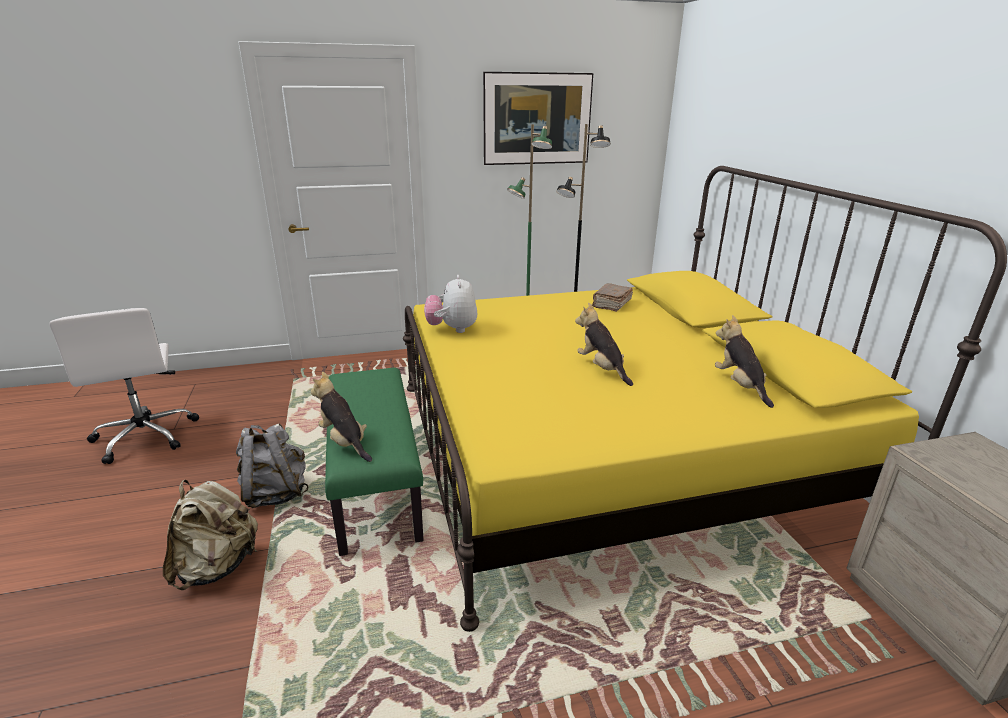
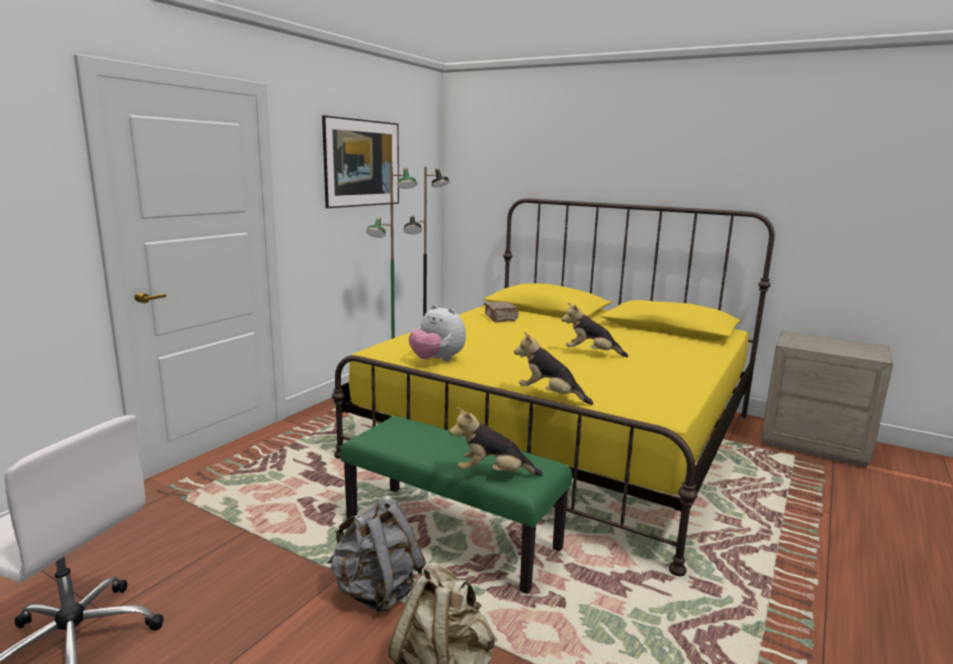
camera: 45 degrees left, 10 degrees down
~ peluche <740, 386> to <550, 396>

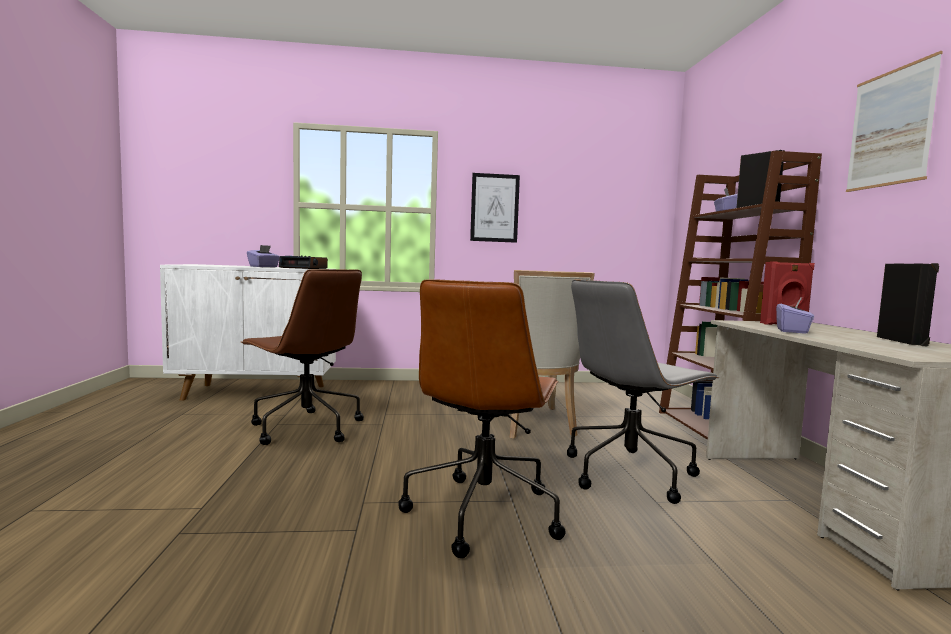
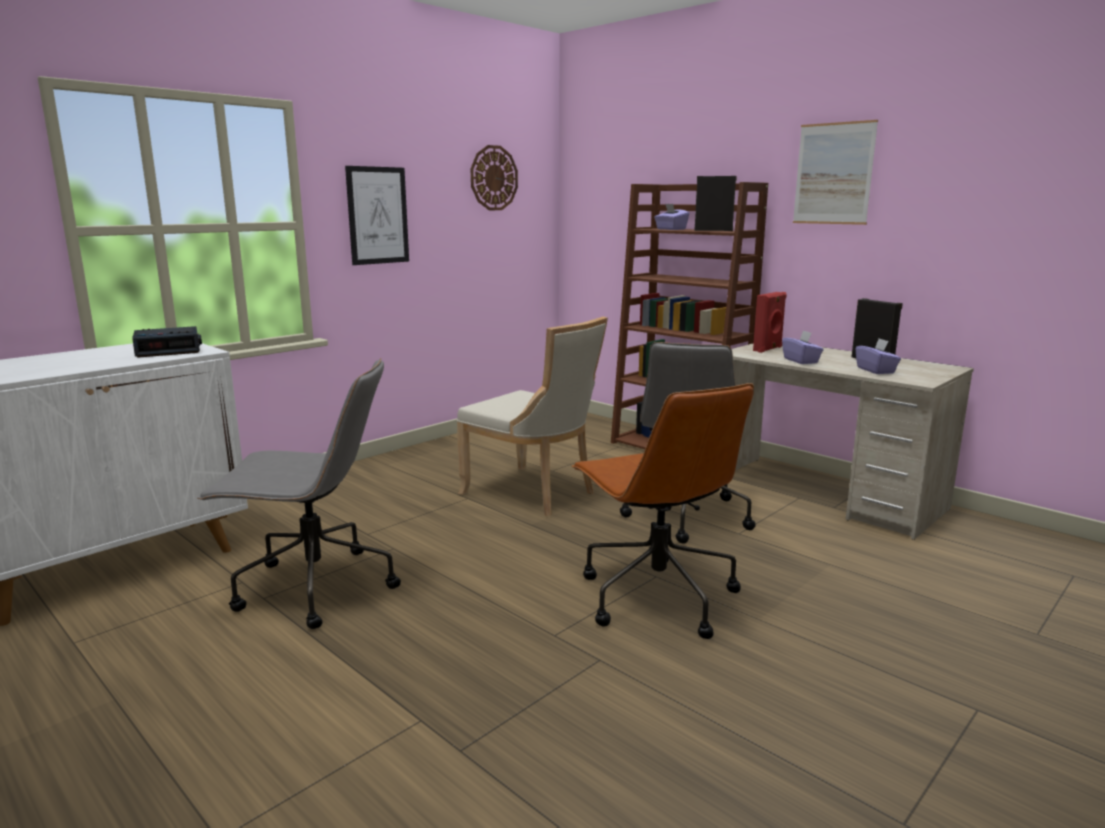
camera: 40 degrees left, 10 degrees up
~ silla de oficina (marrón) <305, 428> to silla de oficina (gris) <313, 588>
+ reloj de pared <493, 178>
~ caja de pañuelos (morado) <264, 267> to <876, 370>

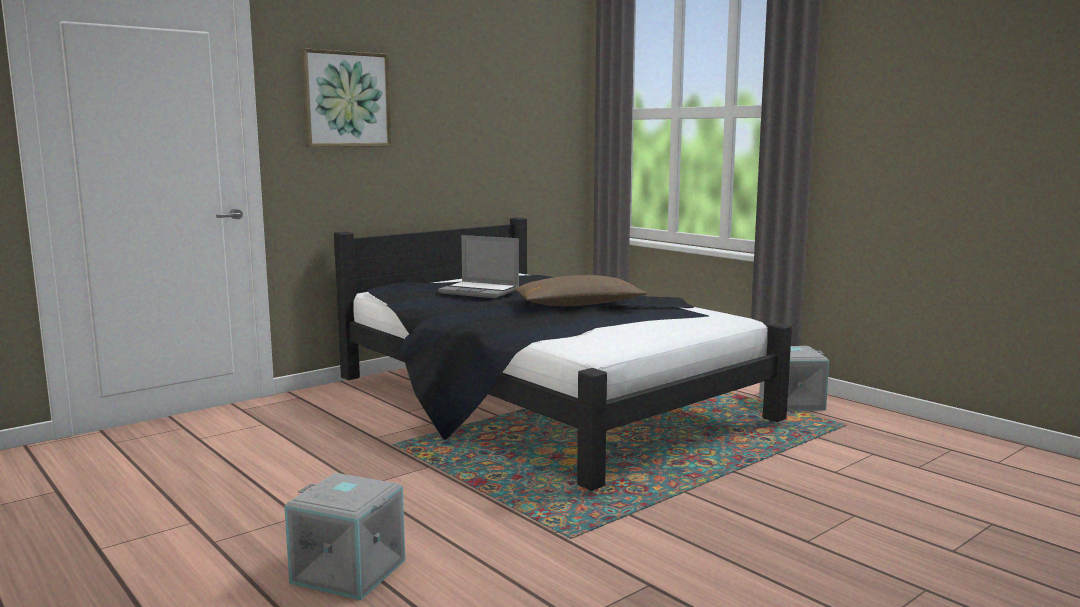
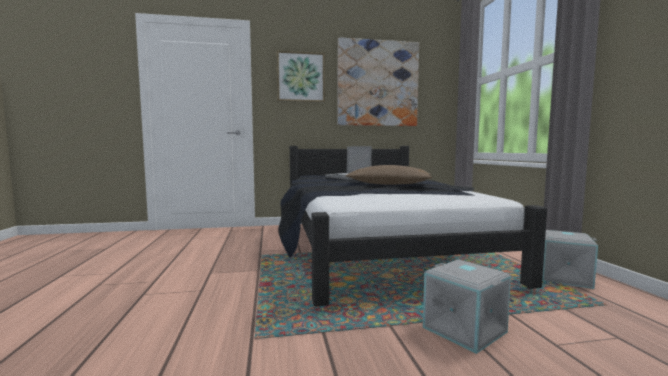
camera: 30 degrees right, 5 degrees down
+ cuadro <377, 83>
~ caja de almacenaje (gris) <350, 570> to <465, 329>

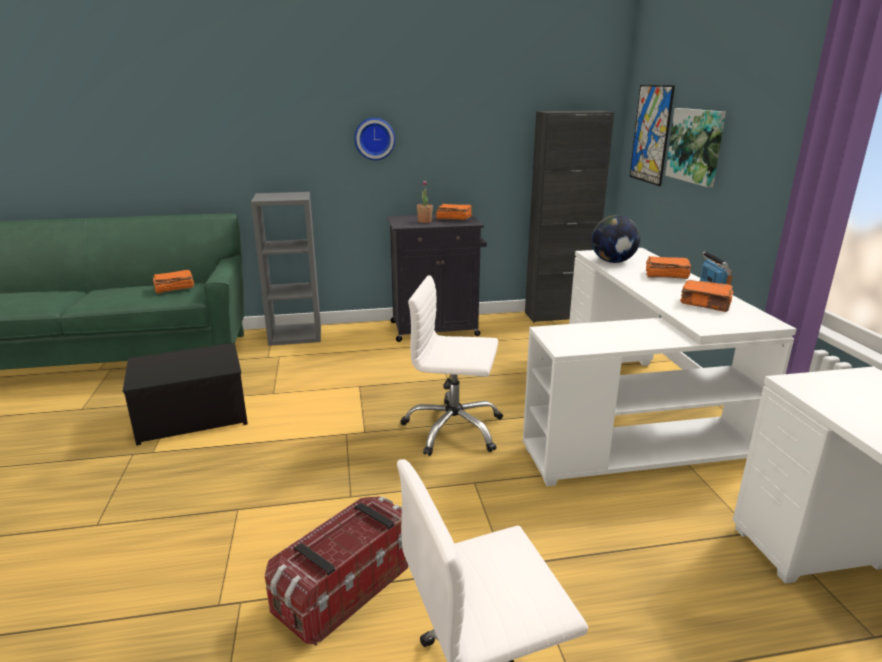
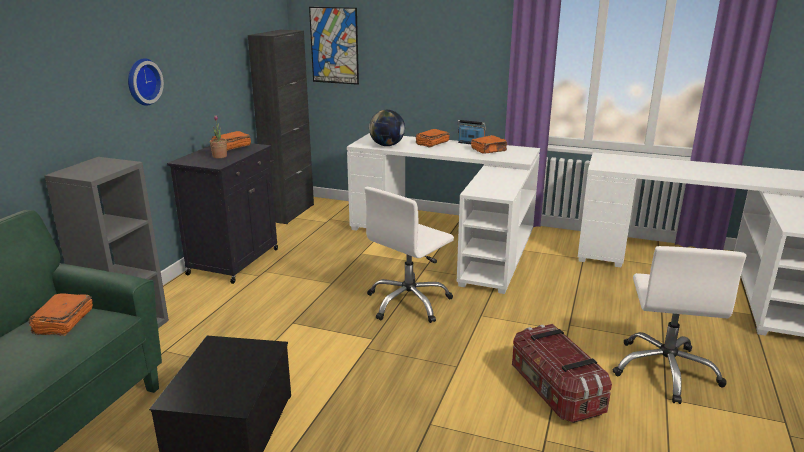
camera: 60 degrees left, 0 degrees up
- cuadro <696, 146>

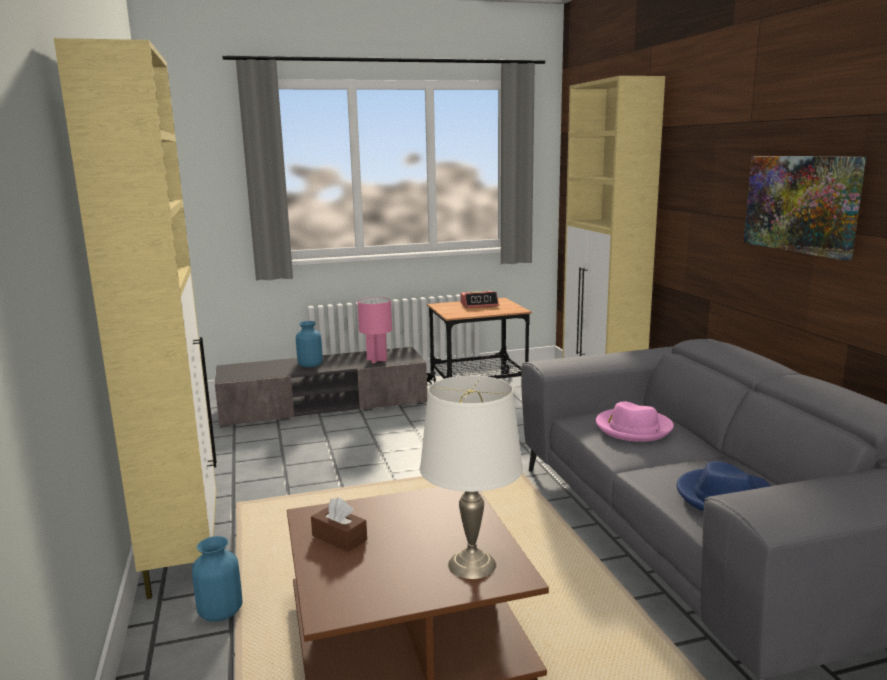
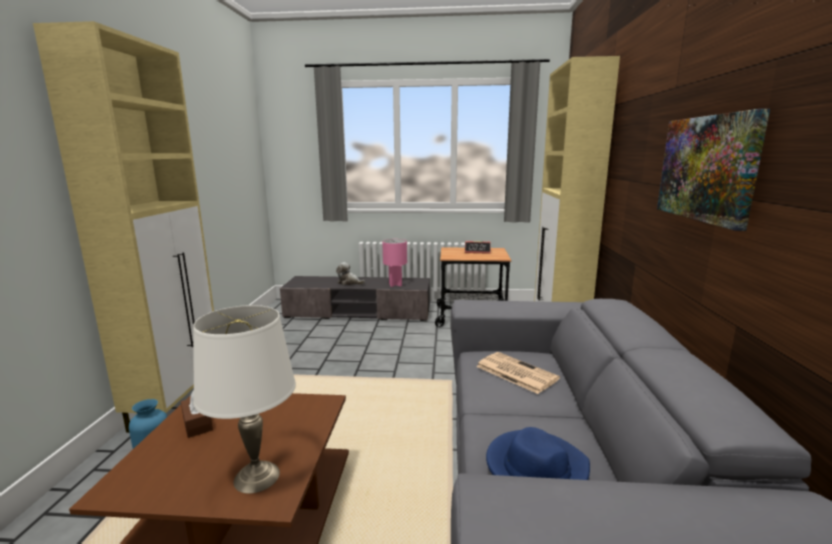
camera: 20 degrees right, 0 degrees up
~ florero (azul) <310, 365> to peluche <349, 282>
~ sombrero (rosa) <633, 428> to periódico <515, 372>

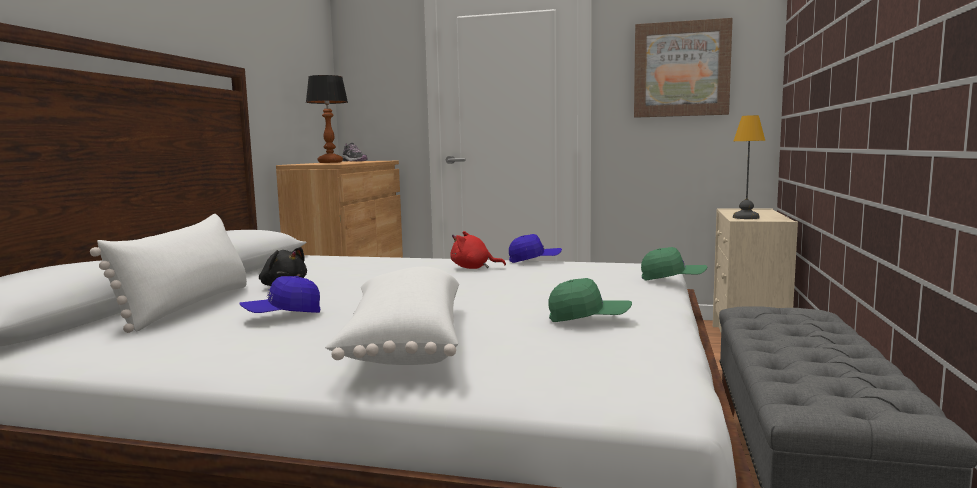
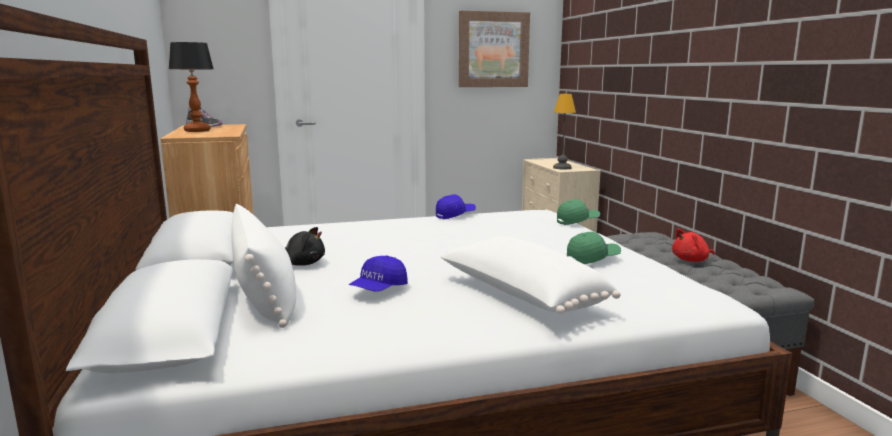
camera: 30 degrees left, 5 degrees up
~ peluche (rojo) <473, 268> to <691, 260>

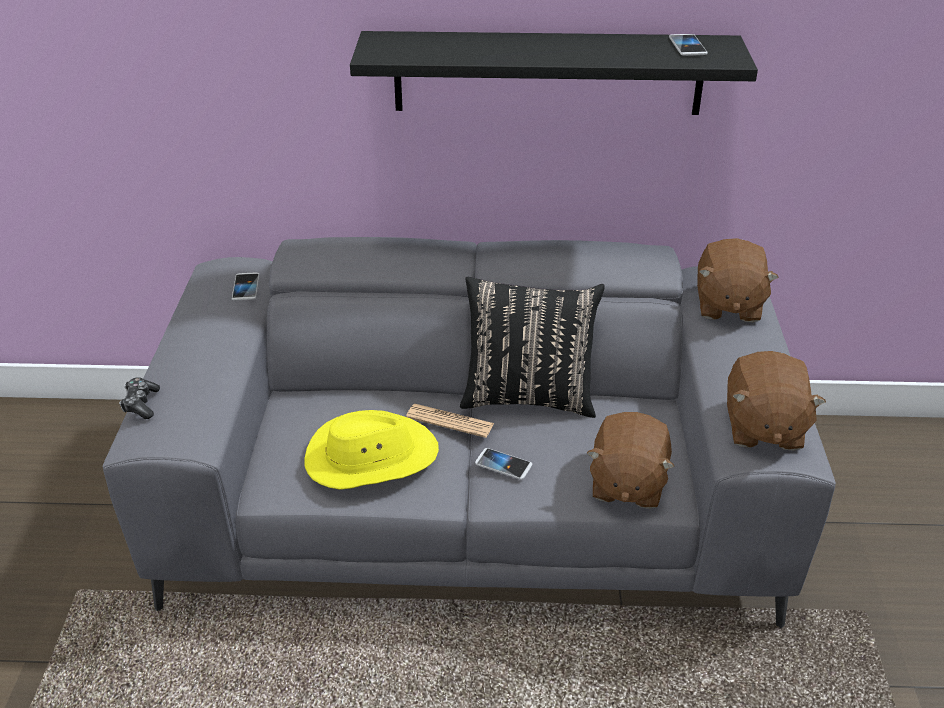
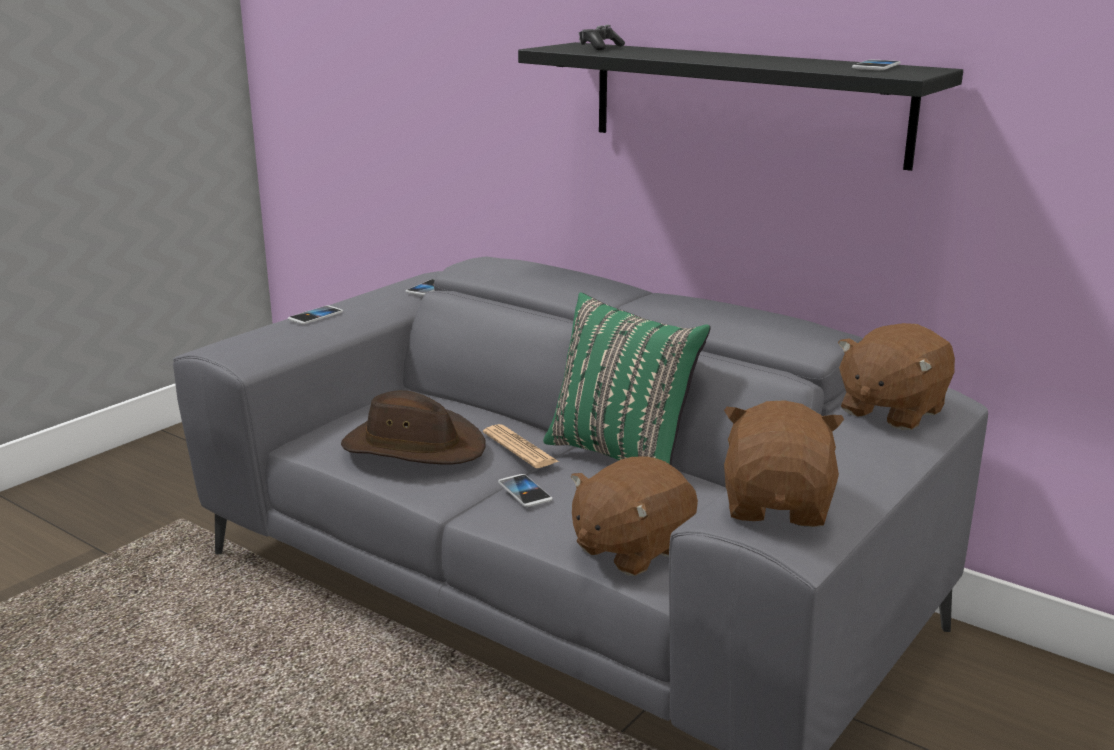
camera: 35 degrees right, 15 degrees down
+ móvil <315, 316>
~ sombrero (amarillo) <370, 457> to sombrero (marrón) <413, 446>
~ cojín (negro) <528, 397> to cojín (verde) <622, 456>
~ mando de consola <141, 404> to <600, 48>
~ peluche (marrón) <762, 428> = <778, 506> 150 degrees clockwise

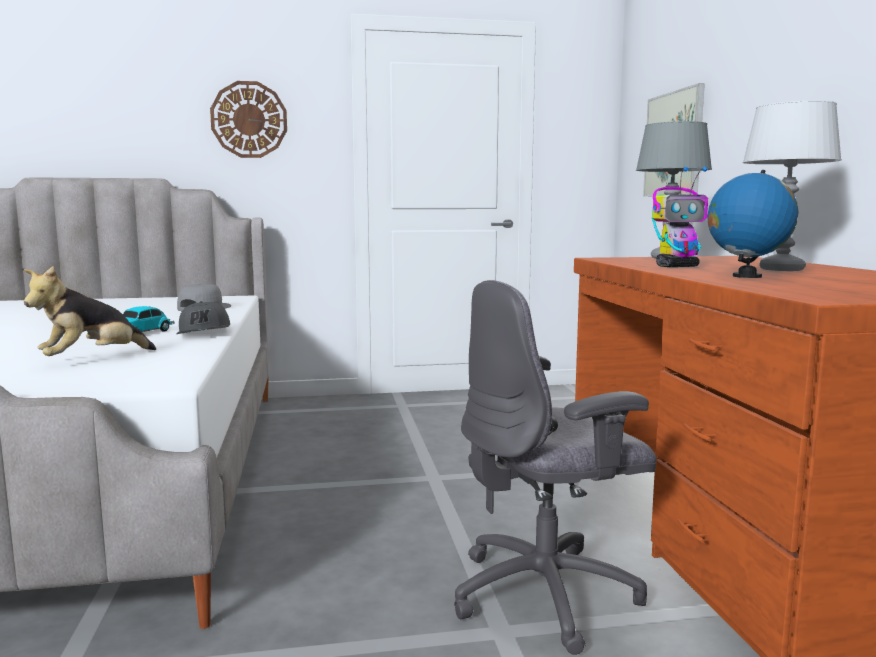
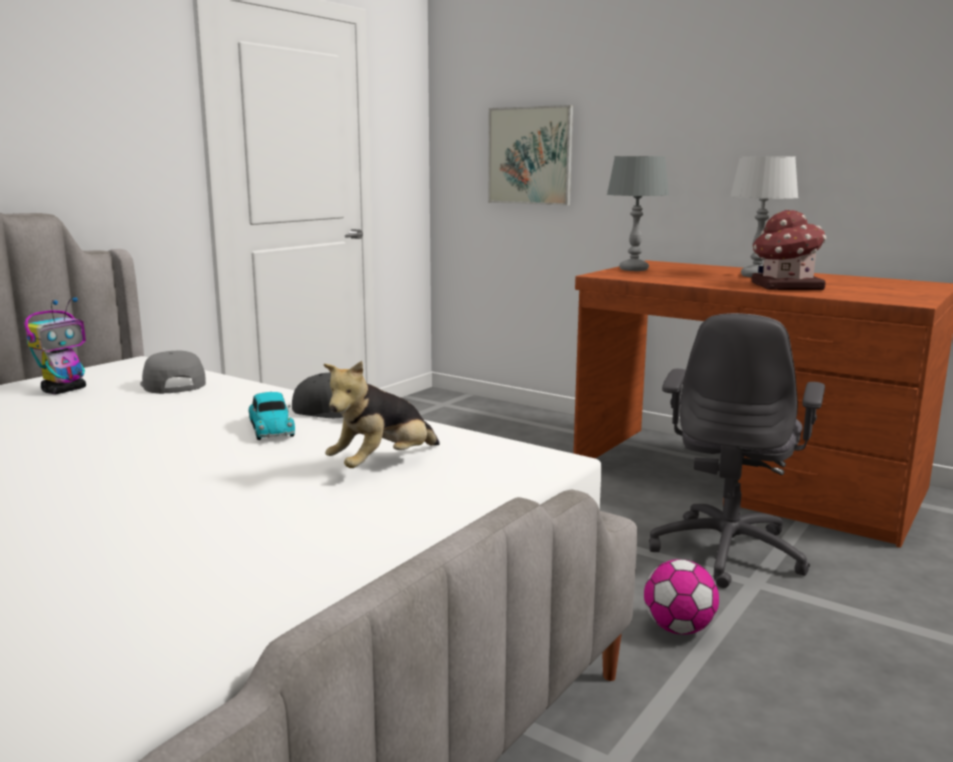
camera: 45 degrees left, 5 degrees up
~ robot de juguete <678, 266> to <65, 390>
~ peluche <92, 360> = <383, 465> 45 degrees clockwise
+ balón de fútbol <678, 628>
~ globo terráqueo <746, 276> to casita <785, 286>
- reloj de pared <249, 120>

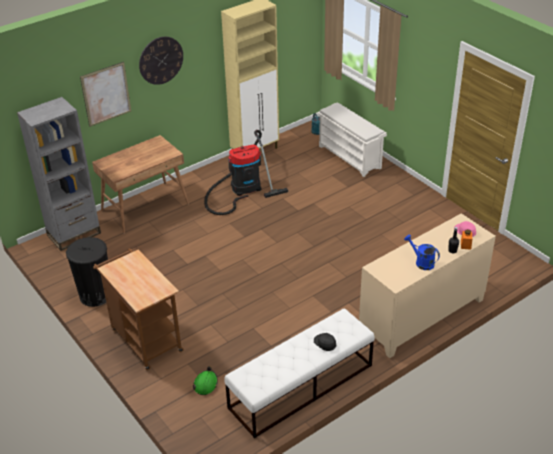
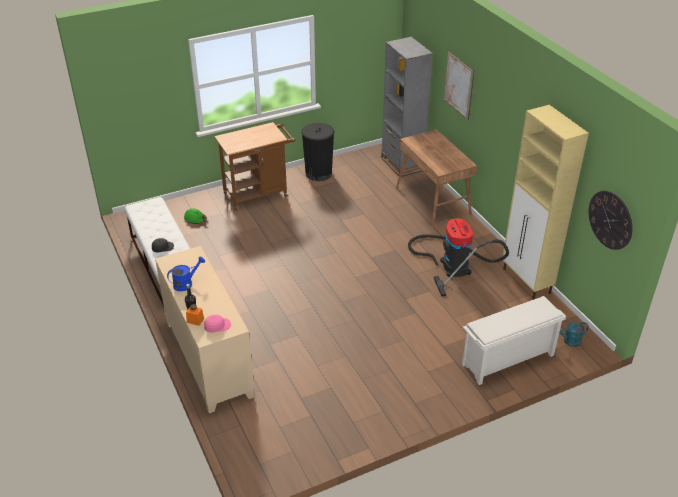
camera: 100 degrees right, 0 degrees up
~ reloj de pared <161, 60> to <610, 220>

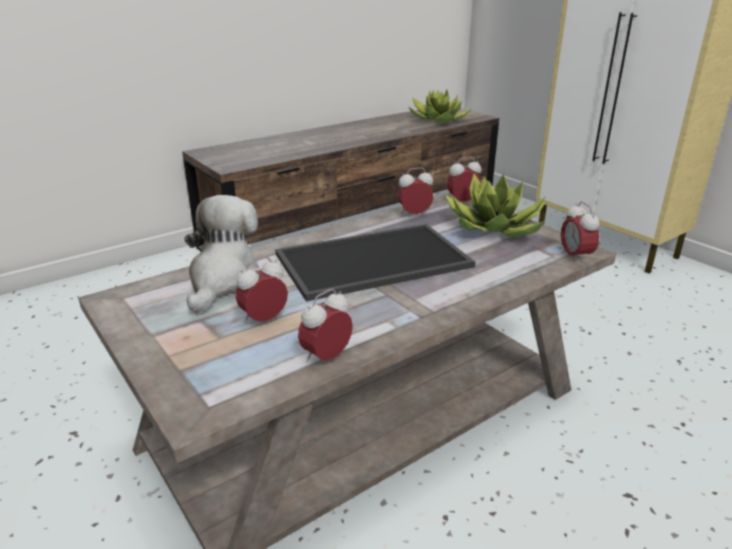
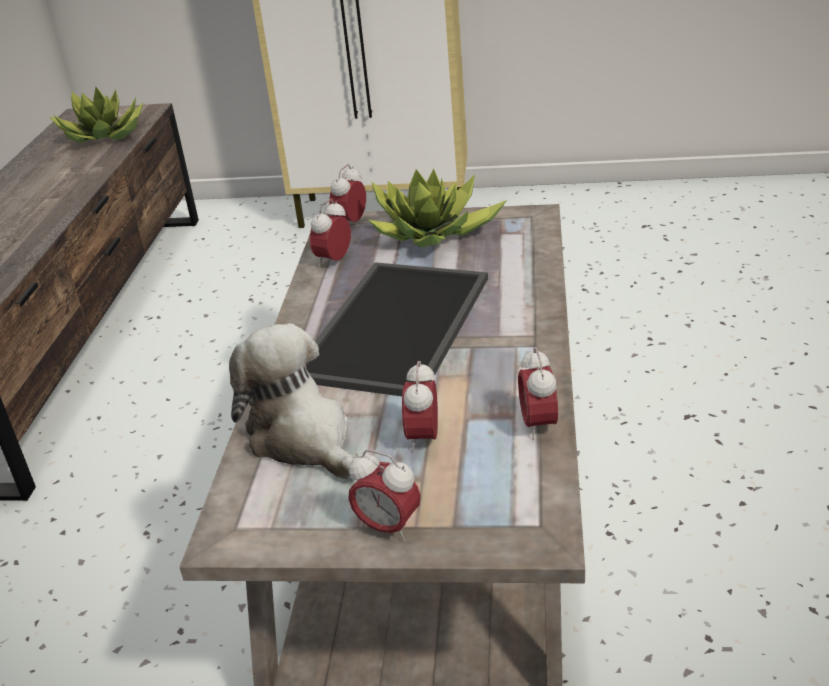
camera: 45 degrees left, 5 degrees up
~ despertador <575, 257> to <388, 527>

